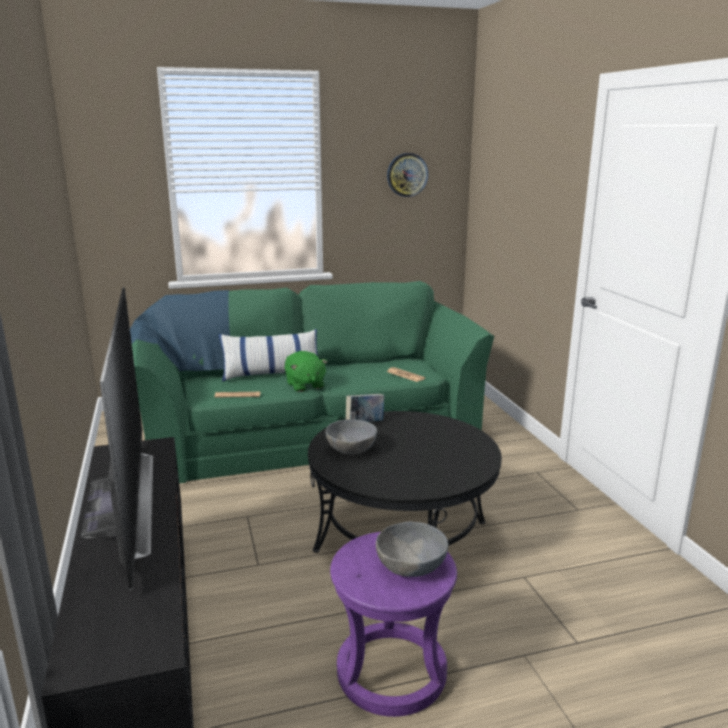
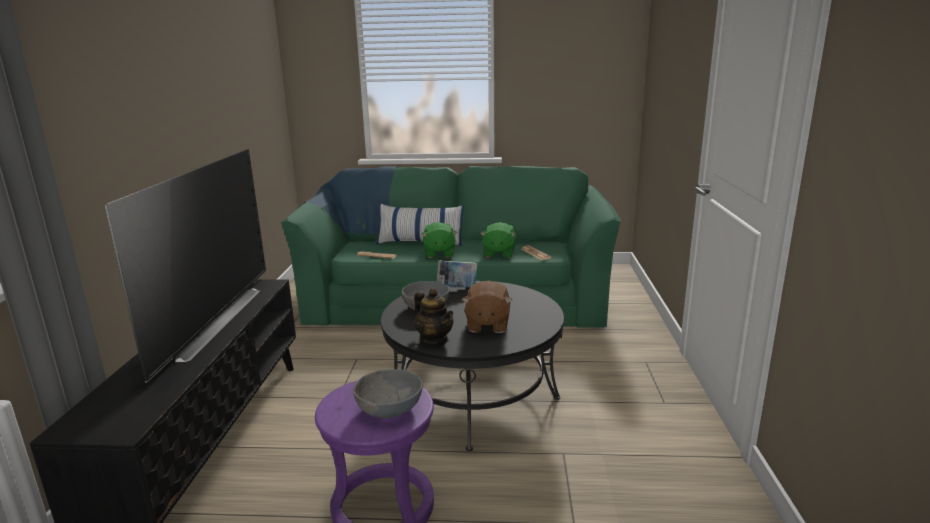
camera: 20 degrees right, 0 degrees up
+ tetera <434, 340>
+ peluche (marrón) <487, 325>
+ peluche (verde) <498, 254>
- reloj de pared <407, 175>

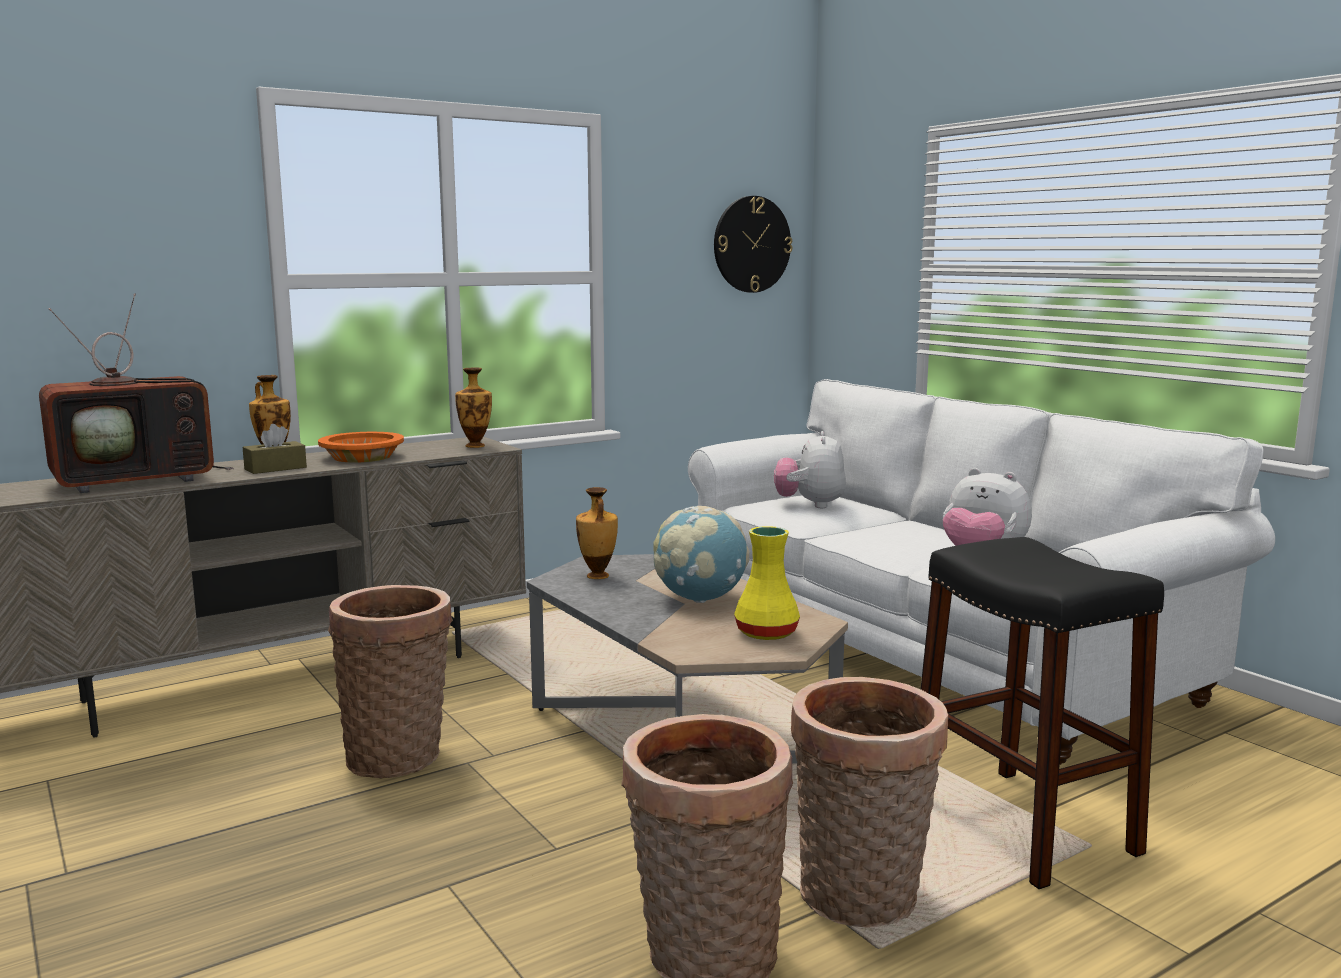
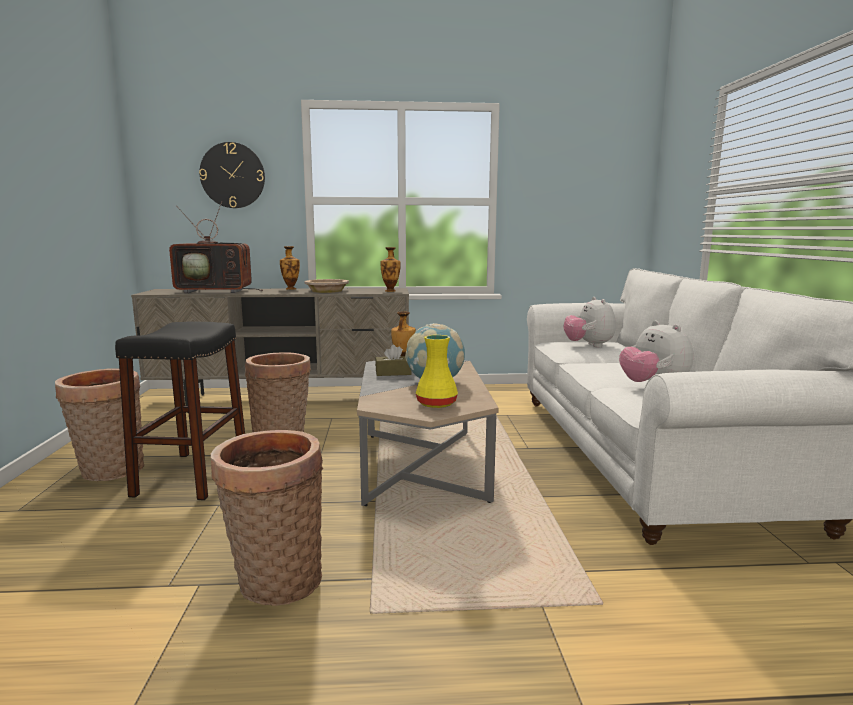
camera: 30 degrees right, 0 degrees up
~ cesta <860, 899> to <109, 472>
~ taburete (negro) <1021, 824> to <193, 475>
~ reloj de pared <751, 244> to <232, 175>
~ cuenco (naranja) <362, 457> to cuenco (beis) <327, 291>
~ caja de pañuelos (marrón) <275, 468> to <393, 373>
~ peluche <810, 505> = <588, 346> 45 degrees counterclockwise

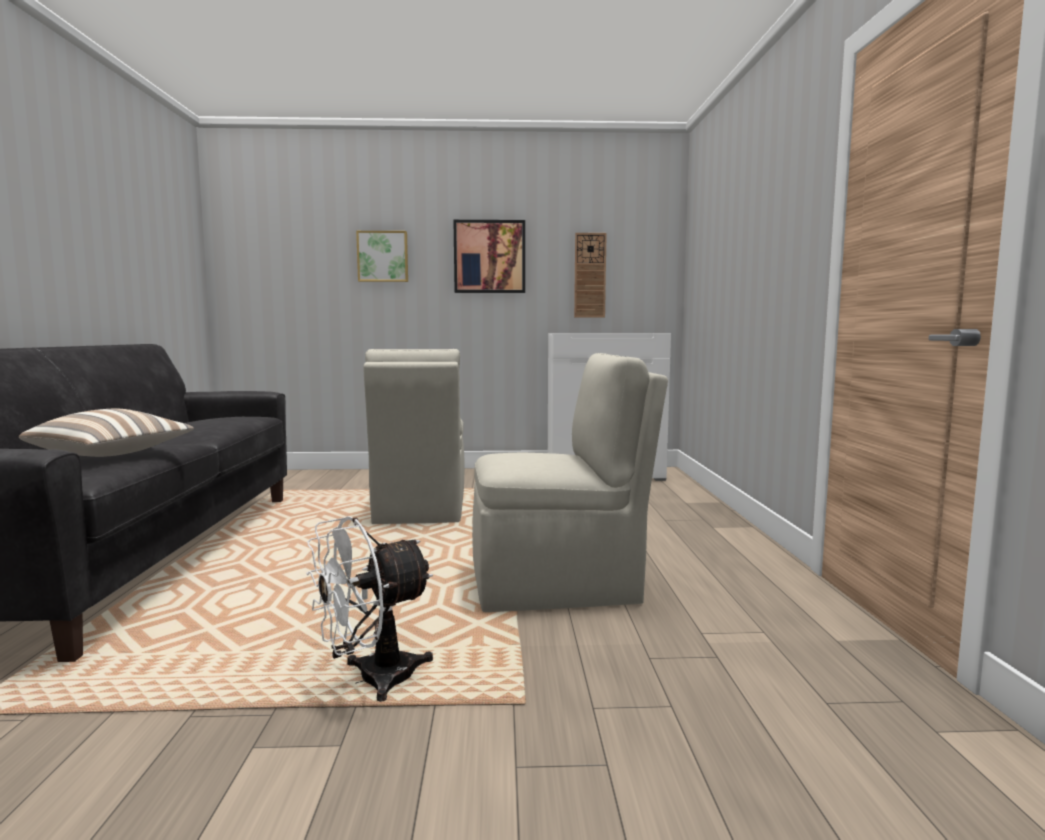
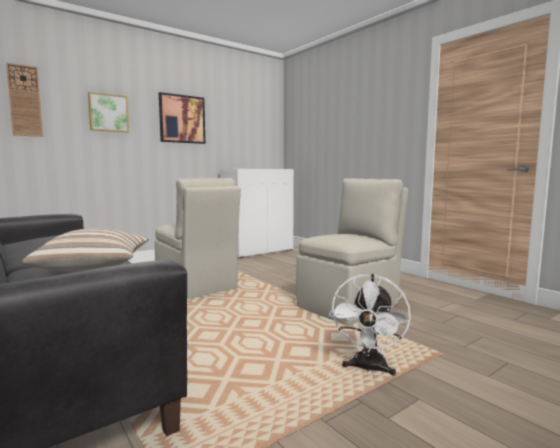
camera: 35 degrees left, 0 degrees up
~ reloj de pared <590, 275> to <25, 101>

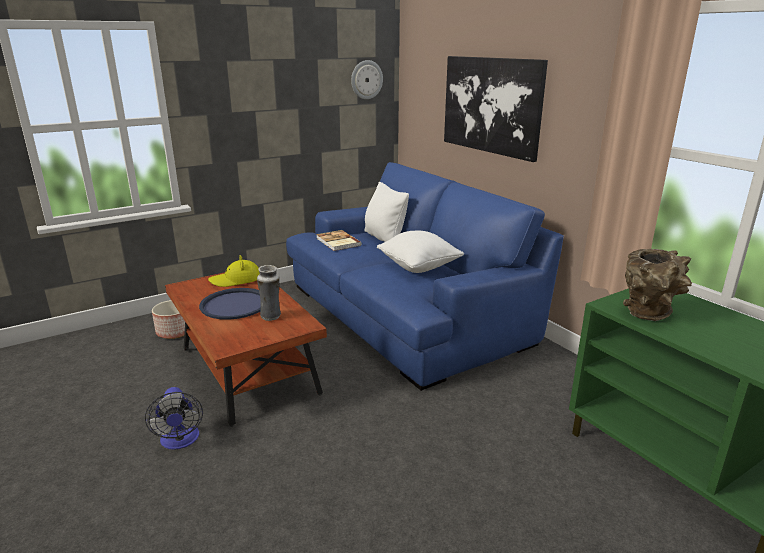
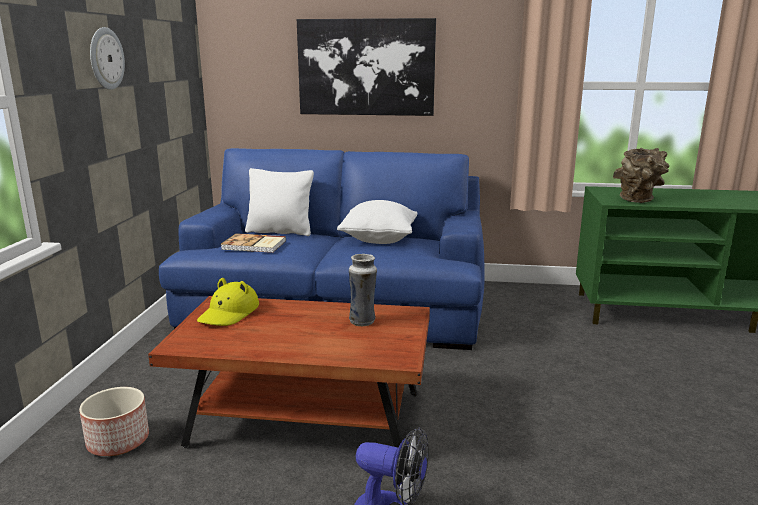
camera: 50 degrees left, 5 degrees down
~ reloj de pared <366, 79> to <105, 58>
- bandeja (azul) <235, 304>

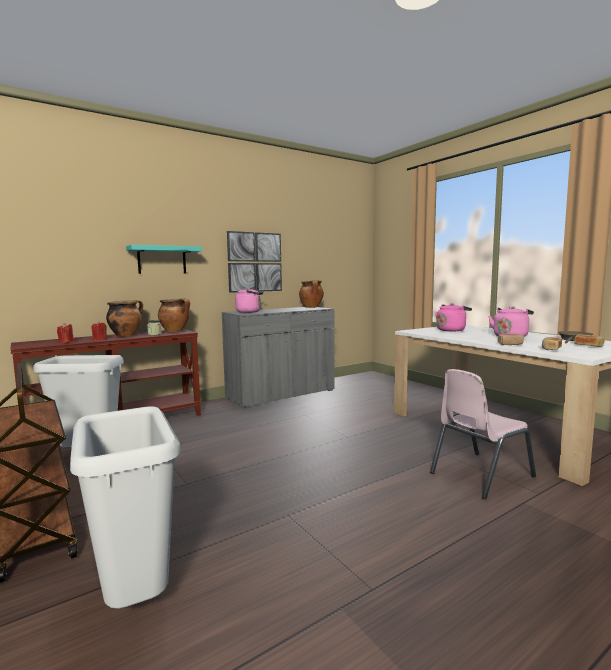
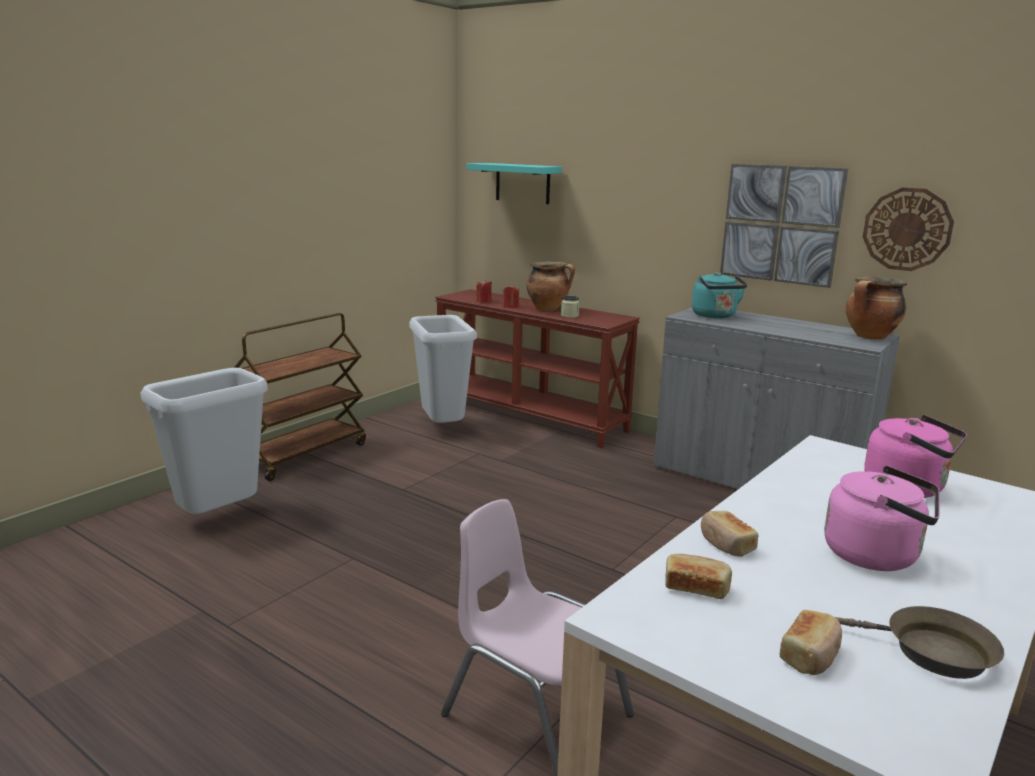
camera: 70 degrees right, 10 degrees up
~ estante (turquesa) <162, 260> to <522, 183>
~ hervidor (rosa) <250, 312> to hervidor (turquesa) <715, 316>
+ reloj de pared <907, 229>
- olla <175, 331>

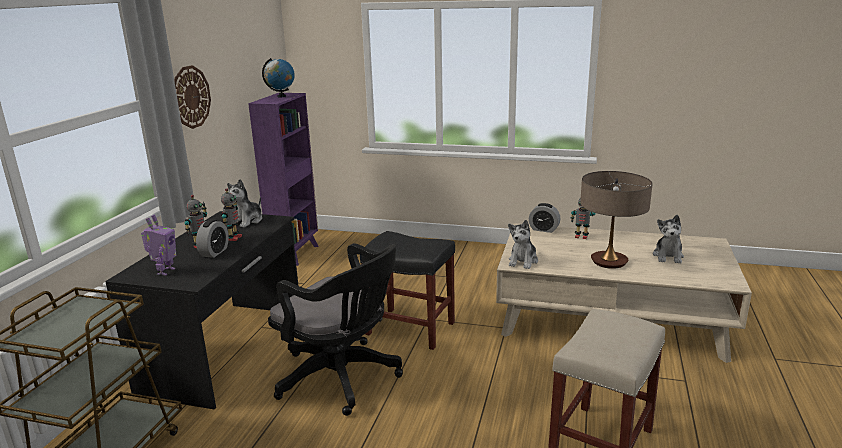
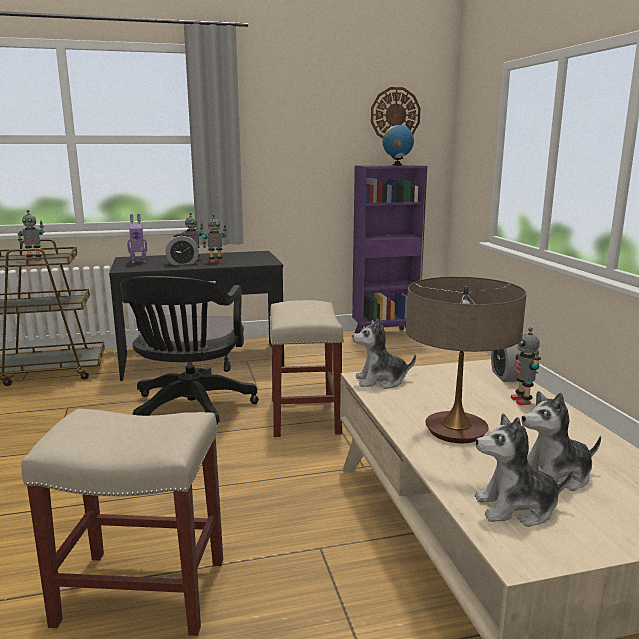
camera: 60 degrees right, 5 degrees down
+ robot de juguete <34, 260>
~ taburete (negro) <411, 328> to taburete (beis) <305, 416>
~ reloj de pared <191, 97> to <395, 115>
~ peluche <247, 221> to <516, 508>

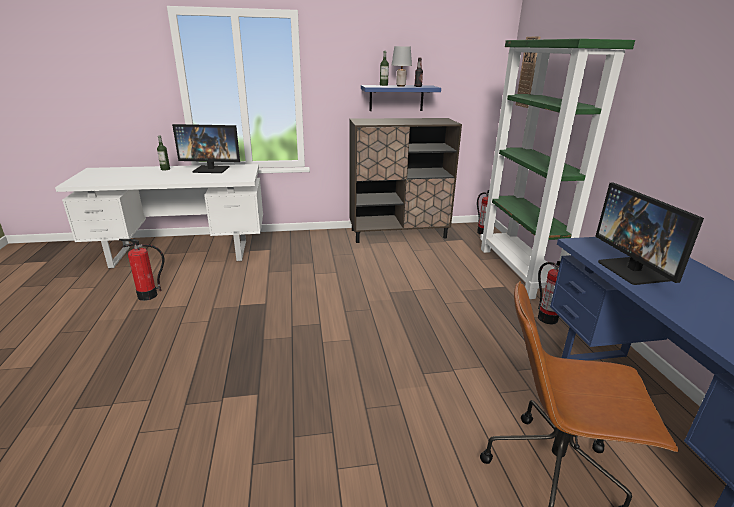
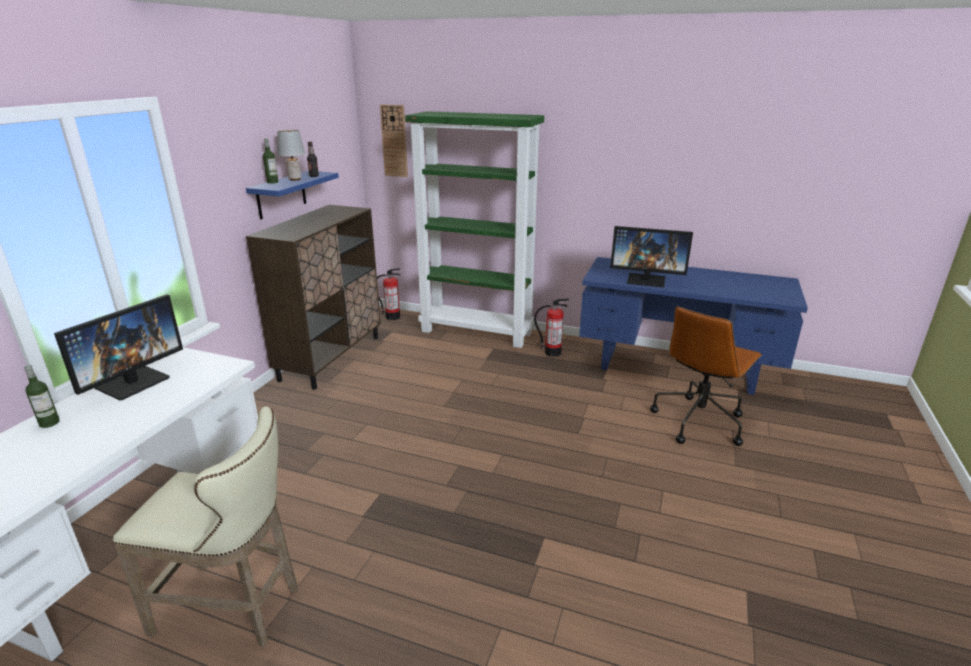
camera: 60 degrees left, 0 degrees up
~ extintor <147, 296> to taburete (beis) <235, 609>

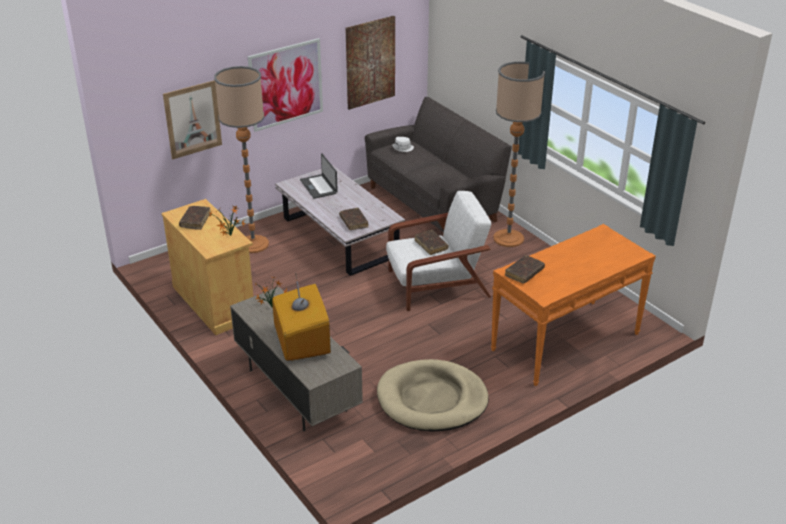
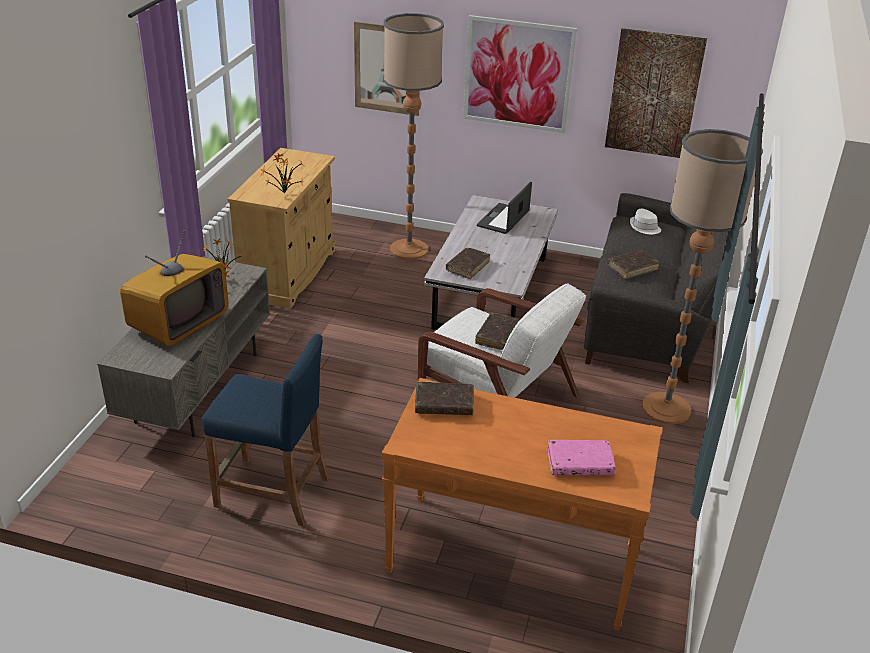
camera: 50 degrees right, 0 degrees up
~ cama para perro (beis) <432, 399> to taburete (azul) <272, 492>
+ libro (rosa) <579, 464>
~ libro (marrón) <195, 221> to <632, 268>

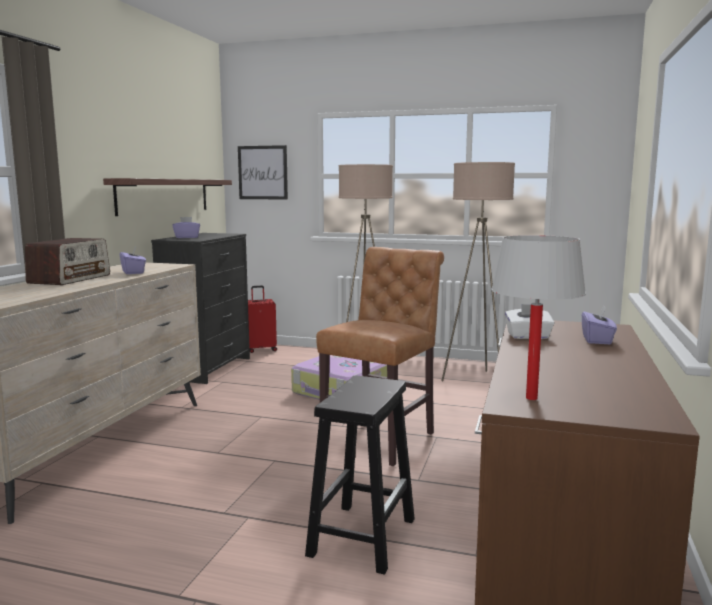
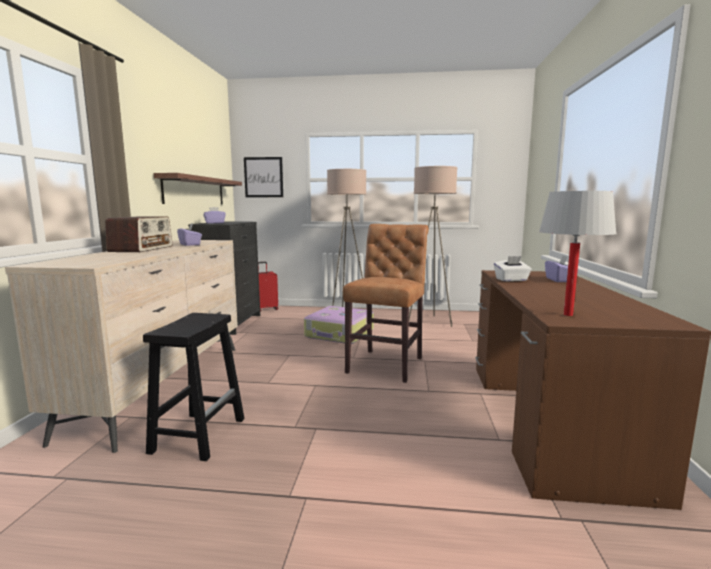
camera: 10 degrees left, 0 degrees up
~ taburete (negro) <362, 536> to <199, 434>

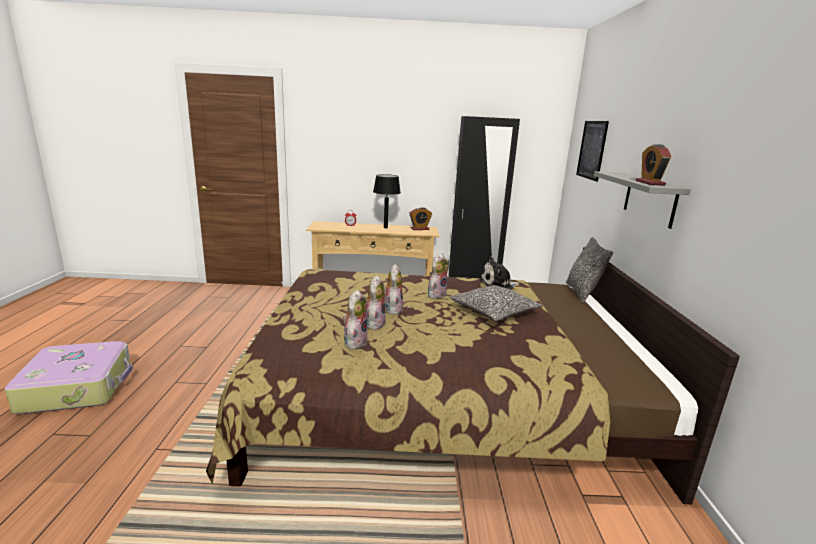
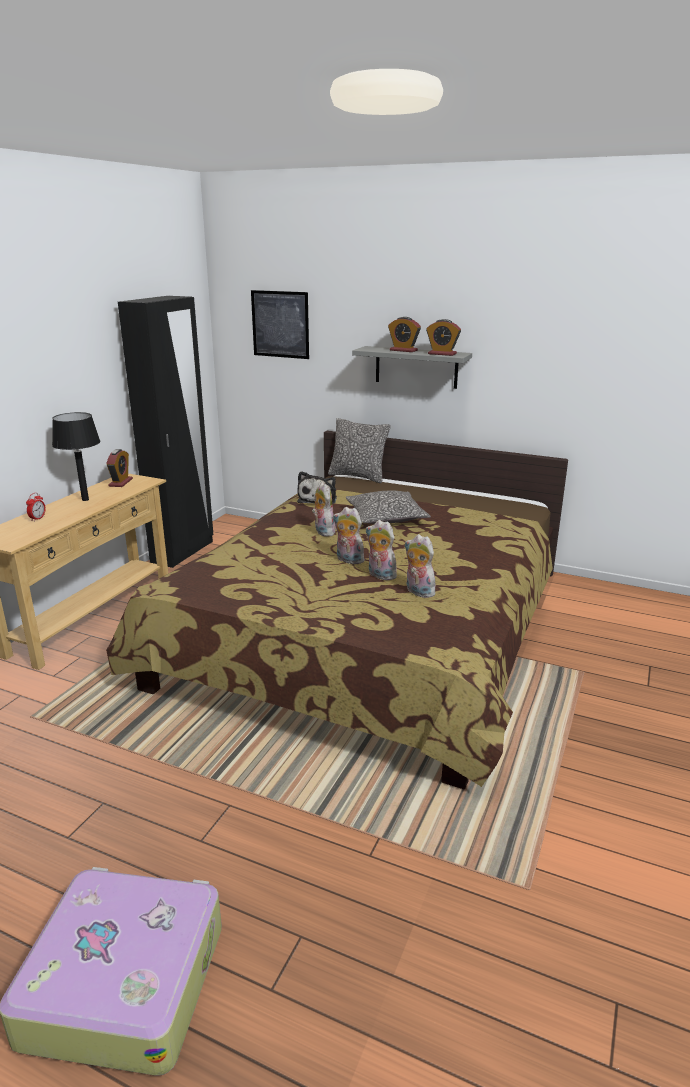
camera: 65 degrees left, 5 degrees up
+ despertador <403, 350>

